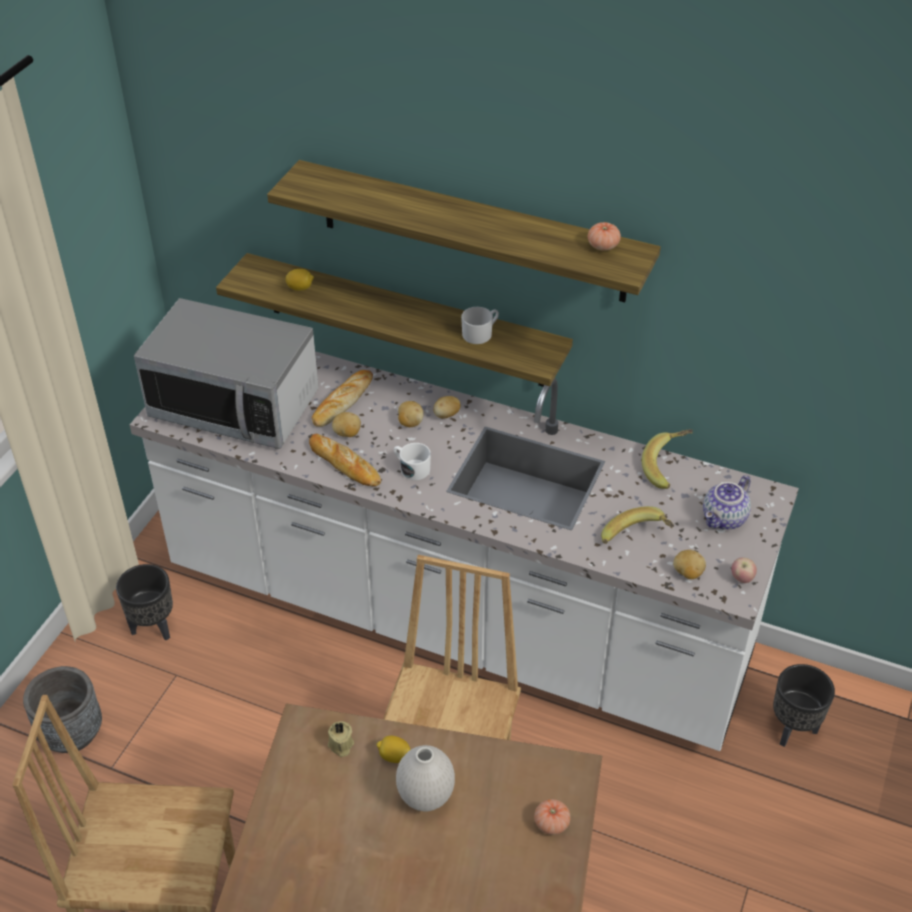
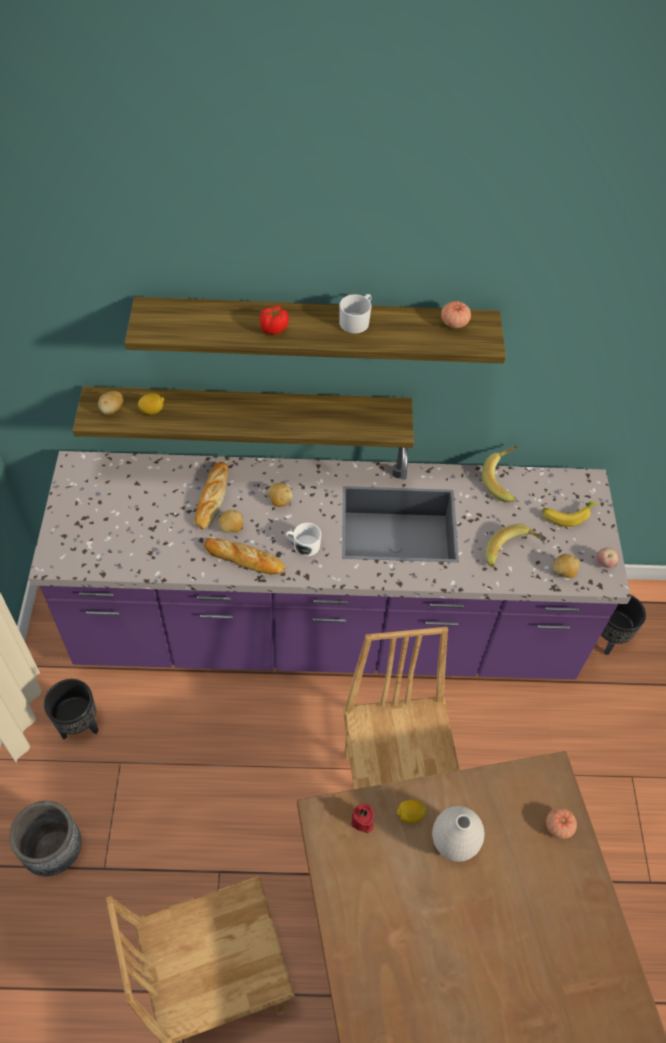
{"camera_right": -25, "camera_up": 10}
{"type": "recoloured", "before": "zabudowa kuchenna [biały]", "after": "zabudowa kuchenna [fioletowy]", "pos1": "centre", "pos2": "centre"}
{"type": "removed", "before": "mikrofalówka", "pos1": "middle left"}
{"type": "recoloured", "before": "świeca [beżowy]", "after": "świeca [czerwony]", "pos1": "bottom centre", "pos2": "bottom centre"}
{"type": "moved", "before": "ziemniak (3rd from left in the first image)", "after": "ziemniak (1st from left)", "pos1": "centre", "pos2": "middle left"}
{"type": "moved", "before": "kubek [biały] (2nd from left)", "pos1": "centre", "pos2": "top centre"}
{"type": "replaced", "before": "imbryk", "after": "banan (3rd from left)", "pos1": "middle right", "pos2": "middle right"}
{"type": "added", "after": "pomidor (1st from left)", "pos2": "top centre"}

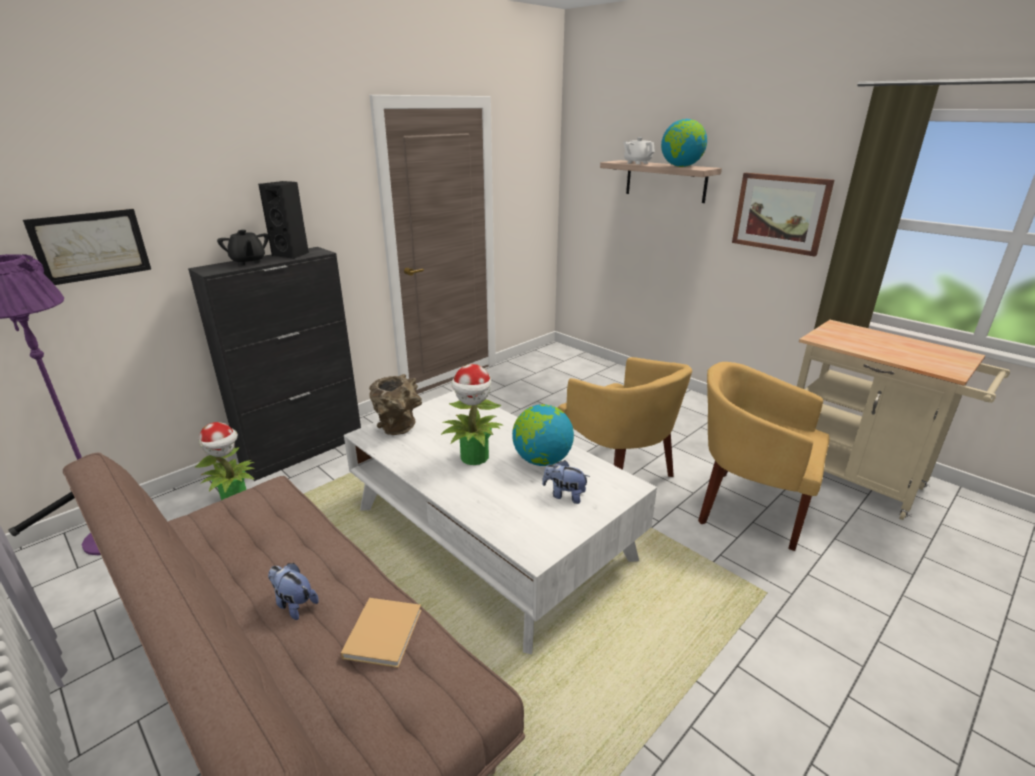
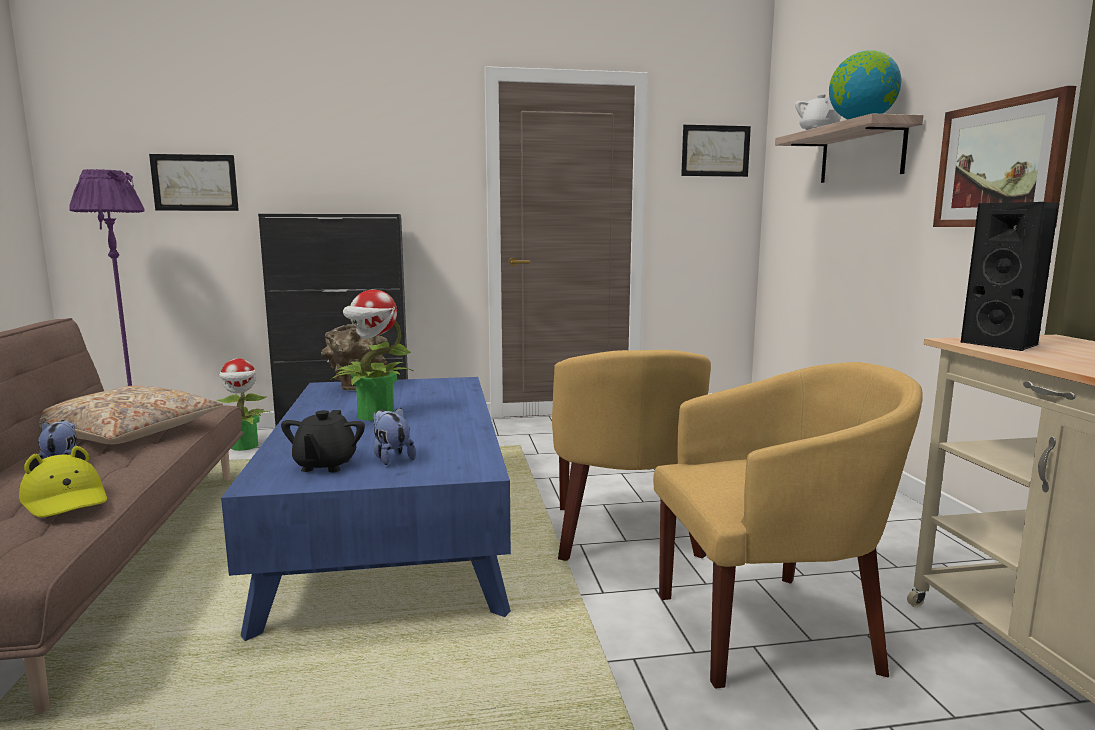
{"camera_right": 35, "camera_up": -15}
{"type": "moved", "before": "imbryk [czarny]", "pos1": "top left", "pos2": "middle left"}
{"type": "moved", "before": "głośnik [czarny]", "pos1": "top left", "pos2": "middle right"}
{"type": "replaced", "before": "książka [beżowy]", "after": "kapelusz [żółty]", "pos1": "bottom centre", "pos2": "middle left"}
{"type": "recoloured", "before": "ława [biały]", "after": "ława [niebieski]", "pos1": "bottom centre", "pos2": "bottom centre"}
{"type": "removed", "before": "globus (1st from left)", "pos1": "centre"}
{"type": "turned", "before": "fotel [żółty] (2nd from left)", "pos1": "middle right", "pos2": "bottom right", "turn": 105}
{"type": "added", "after": "poduszka [beżowy]", "pos2": "middle left"}
{"type": "added", "after": "obraz (2nd from left)", "pos2": "top centre"}

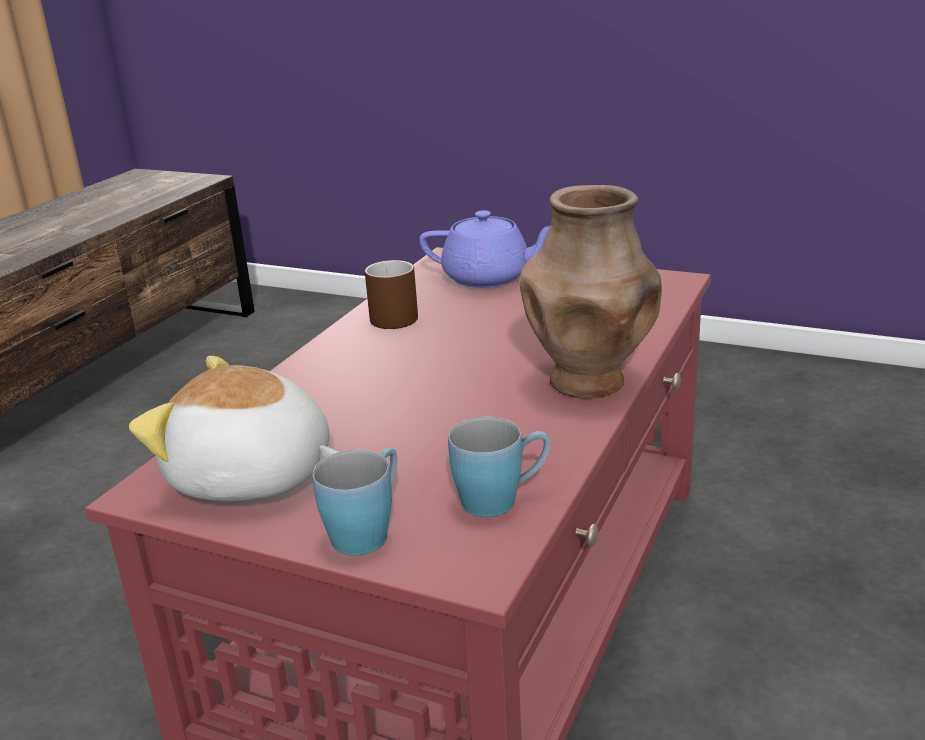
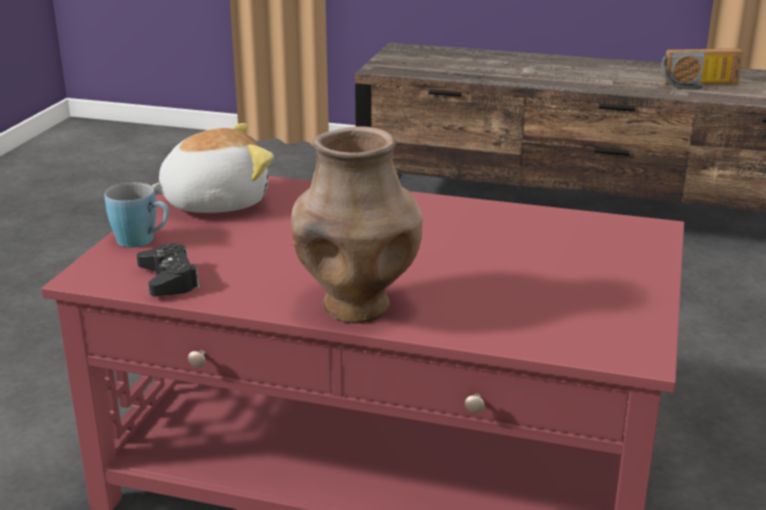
{"camera_right": 80, "camera_up": 0}
{"type": "turned", "before": "pluszak", "pos1": "middle left", "pos2": "top left", "turn": 60}
{"type": "removed", "before": "kubek [brązowy]", "pos1": "centre"}
{"type": "removed", "before": "imbryk [fioletowy]", "pos1": "centre"}
{"type": "replaced", "before": "kubek [niebieski] (2nd from left)", "after": "pad do gier [czarny]", "pos1": "centre", "pos2": "middle left"}
{"type": "added", "after": "radio", "pos2": "top right"}

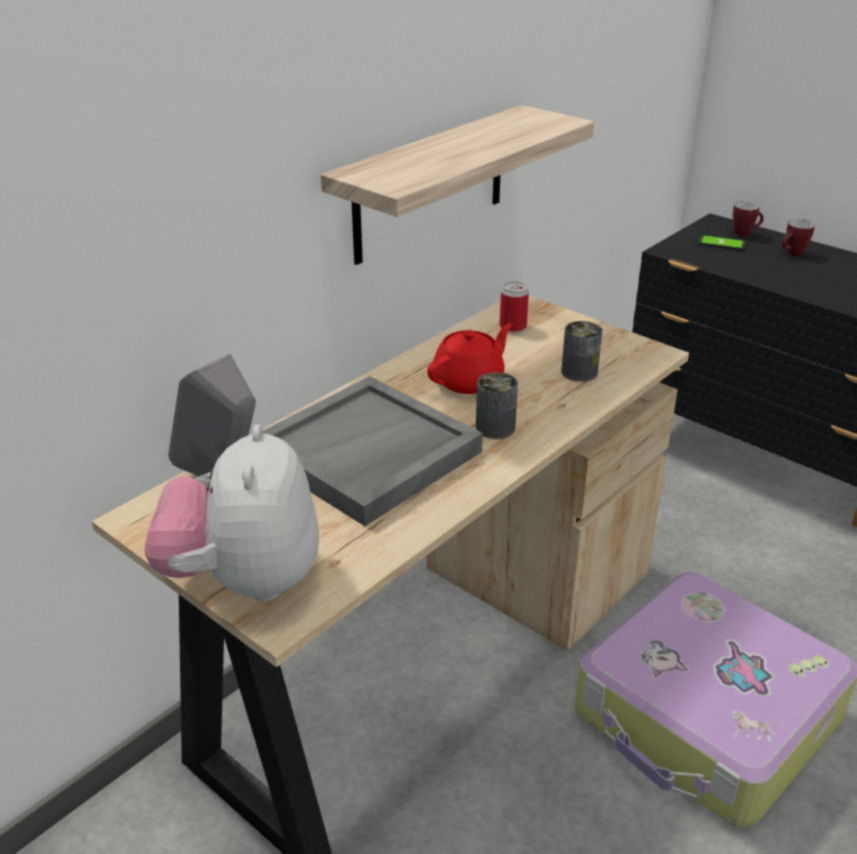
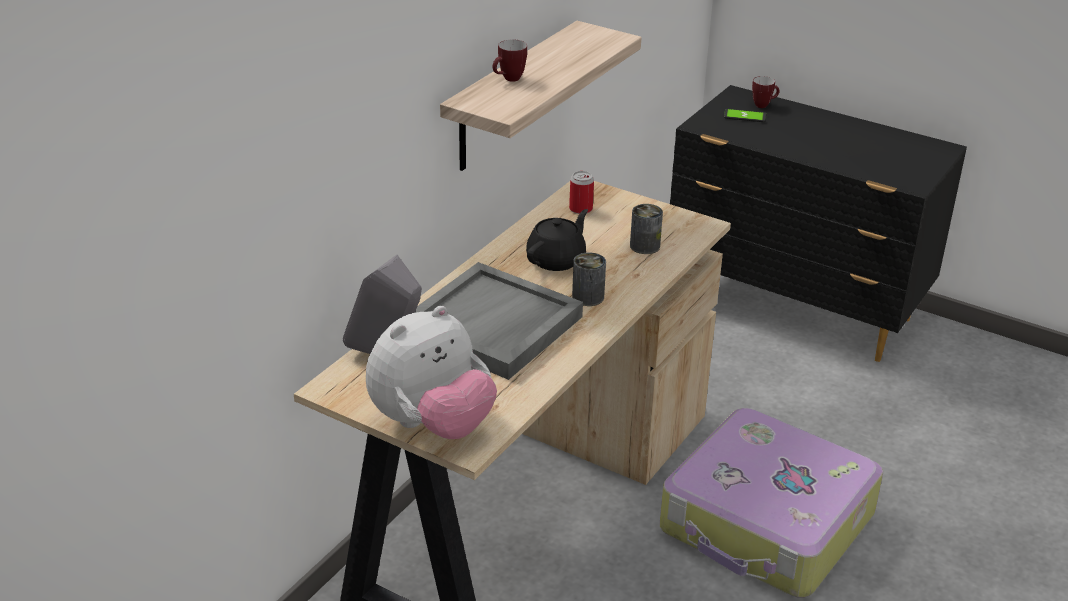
{"camera_right": -10, "camera_up": 0}
{"type": "turned", "before": "pluszak", "pos1": "middle left", "pos2": "centre", "turn": -120}
{"type": "recoloured", "before": "imbryk [czerwony]", "after": "imbryk [czarny]", "pos1": "centre", "pos2": "centre"}
{"type": "moved", "before": "kubek (2nd from left in the first image)", "after": "kubek (1st from left)", "pos1": "top right", "pos2": "top centre"}

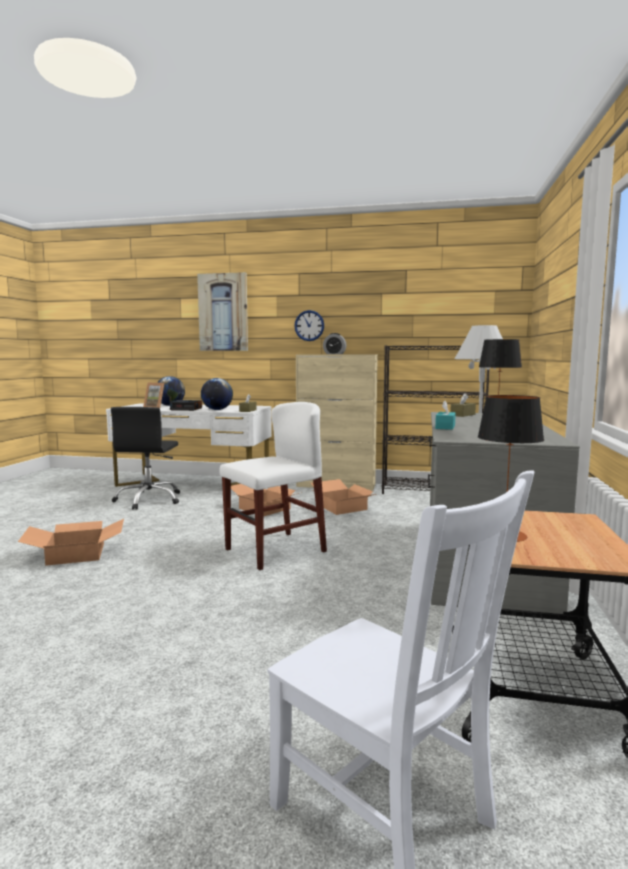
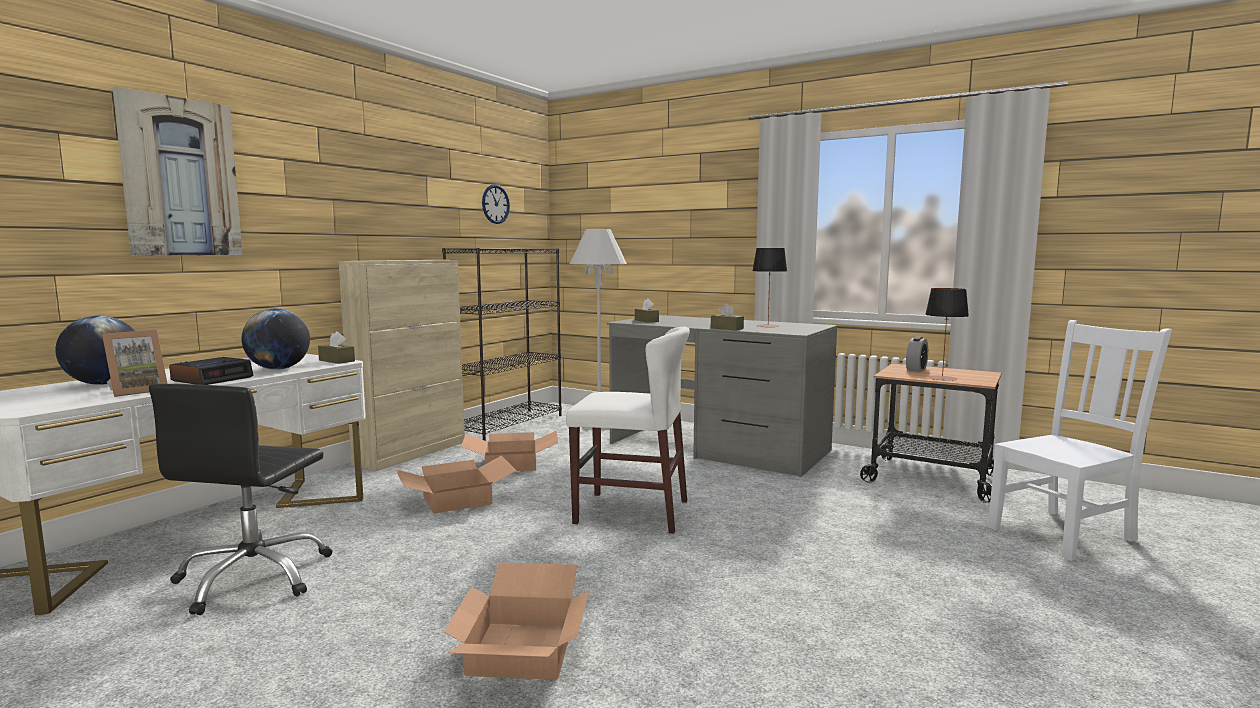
{"camera_right": -70, "camera_up": 0}
{"type": "turned", "before": "krzesło biurowe [czarny]", "pos1": "middle left", "pos2": "bottom left", "turn": 75}
{"type": "turned", "before": "krzesło [biały] (1st from left)", "pos1": "centre", "pos2": "centre", "turn": 120}
{"type": "moved", "before": "zegar ścienny", "pos1": "centre", "pos2": "top centre"}
{"type": "moved", "before": "budzik (2nd from left)", "pos1": "centre", "pos2": "middle right"}
{"type": "recoloured", "before": "pudełko chusteczek [turkusowy]", "after": "pudełko chusteczek [brązowy] (3rd from left)", "pos1": "middle right", "pos2": "centre"}

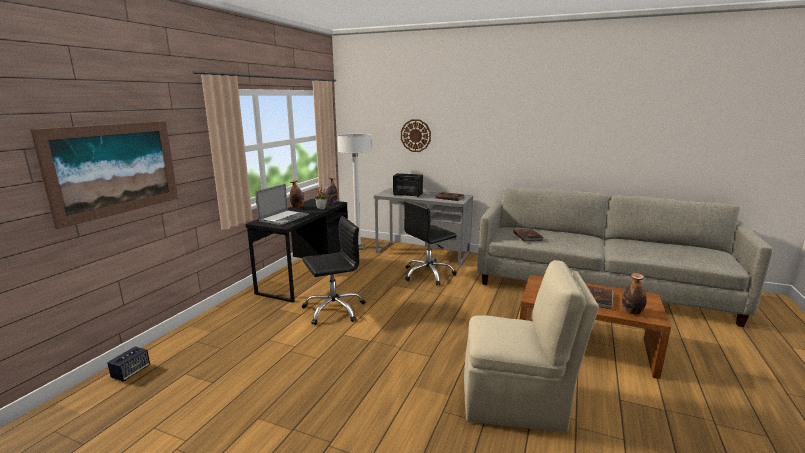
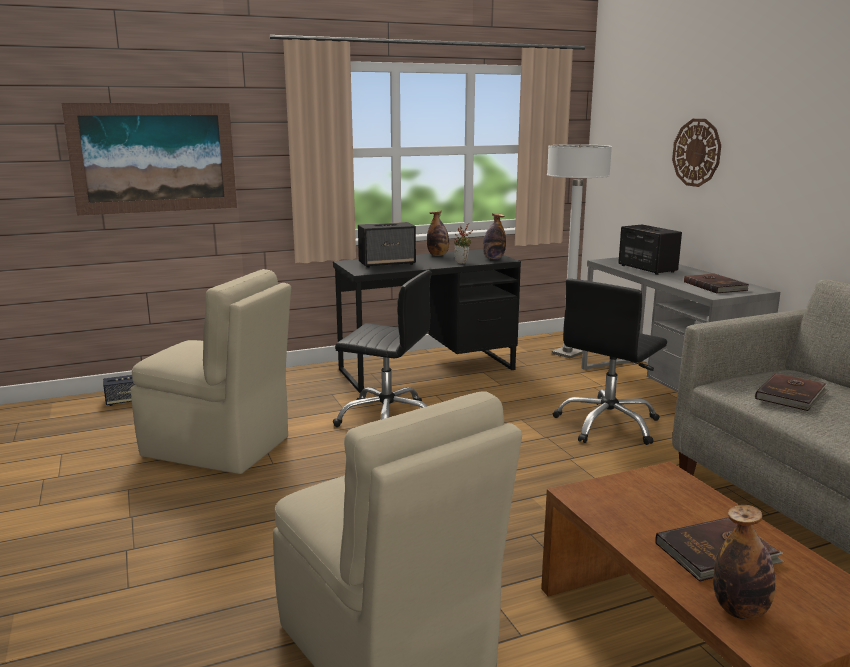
{"camera_right": 45, "camera_up": 0}
{"type": "replaced", "before": "laptop", "after": "głośnik (2nd from left)", "pos1": "centre", "pos2": "centre"}
{"type": "turned", "before": "krzesło biurowe [czarny] (2nd from left)", "pos1": "centre", "pos2": "middle right", "turn": -60}
{"type": "added", "after": "krzesło [beżowy] (1st from left)", "pos2": "middle left"}

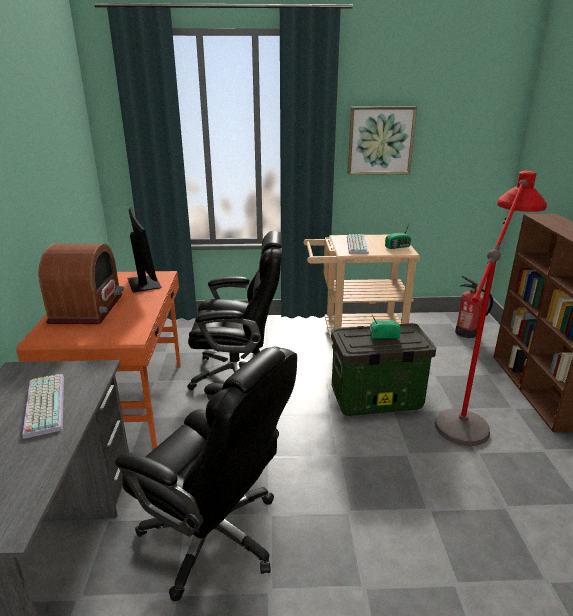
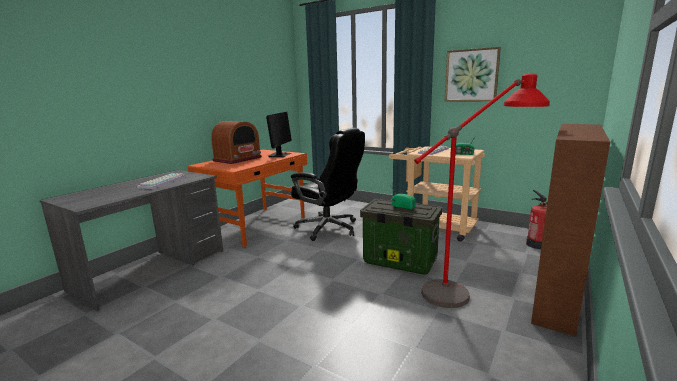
{"camera_right": 35, "camera_up": -10}
{"type": "removed", "before": "krzesło biurowe [czarny] (1st from left)", "pos1": "bottom centre"}

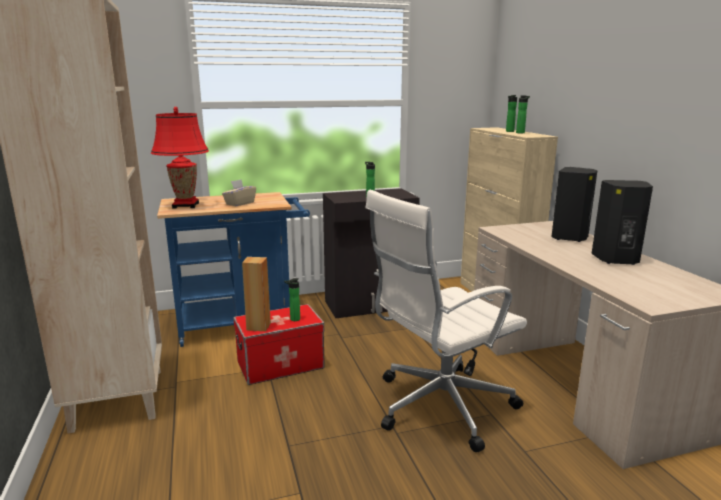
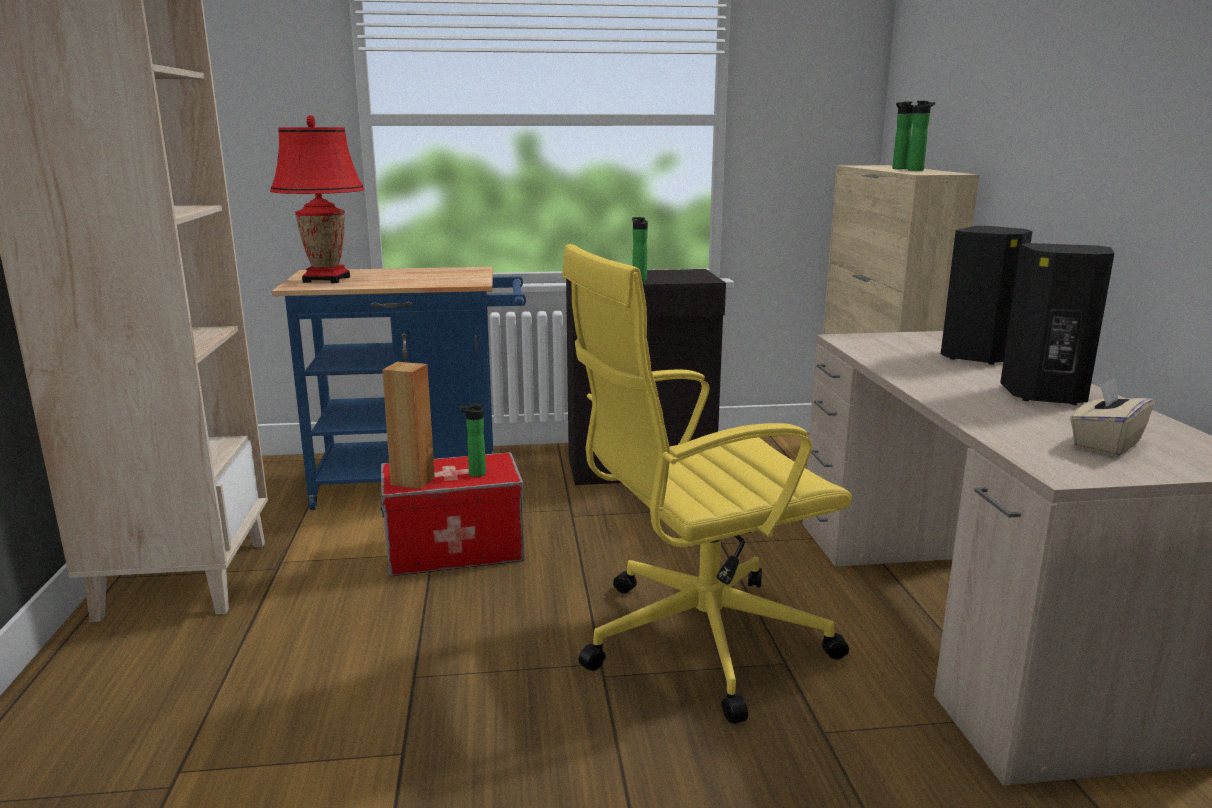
{"camera_right": 10, "camera_up": 0}
{"type": "moved", "before": "pudełko chusteczek [beżowy]", "pos1": "middle left", "pos2": "middle right"}
{"type": "recoloured", "before": "krzesło biurowe [biały]", "after": "krzesło biurowe [żółty]", "pos1": "centre", "pos2": "centre"}

